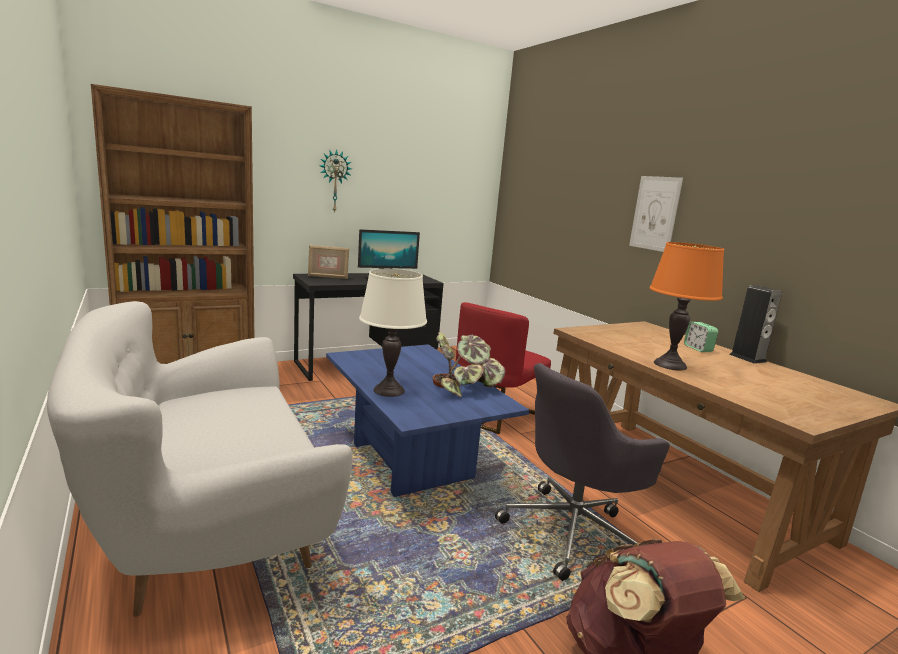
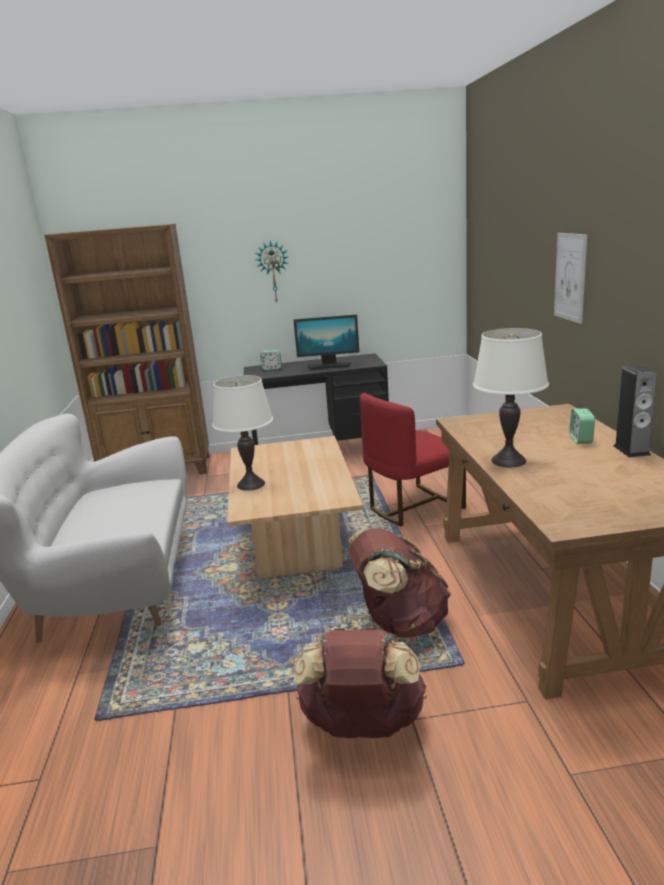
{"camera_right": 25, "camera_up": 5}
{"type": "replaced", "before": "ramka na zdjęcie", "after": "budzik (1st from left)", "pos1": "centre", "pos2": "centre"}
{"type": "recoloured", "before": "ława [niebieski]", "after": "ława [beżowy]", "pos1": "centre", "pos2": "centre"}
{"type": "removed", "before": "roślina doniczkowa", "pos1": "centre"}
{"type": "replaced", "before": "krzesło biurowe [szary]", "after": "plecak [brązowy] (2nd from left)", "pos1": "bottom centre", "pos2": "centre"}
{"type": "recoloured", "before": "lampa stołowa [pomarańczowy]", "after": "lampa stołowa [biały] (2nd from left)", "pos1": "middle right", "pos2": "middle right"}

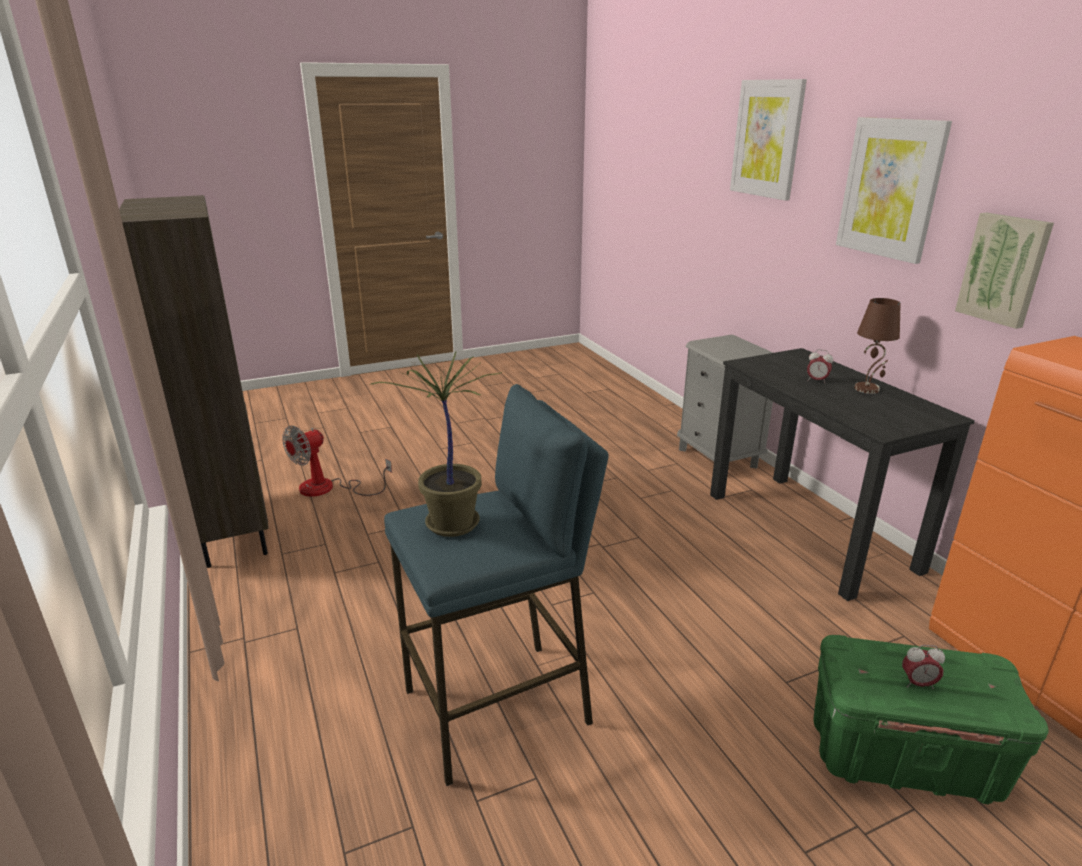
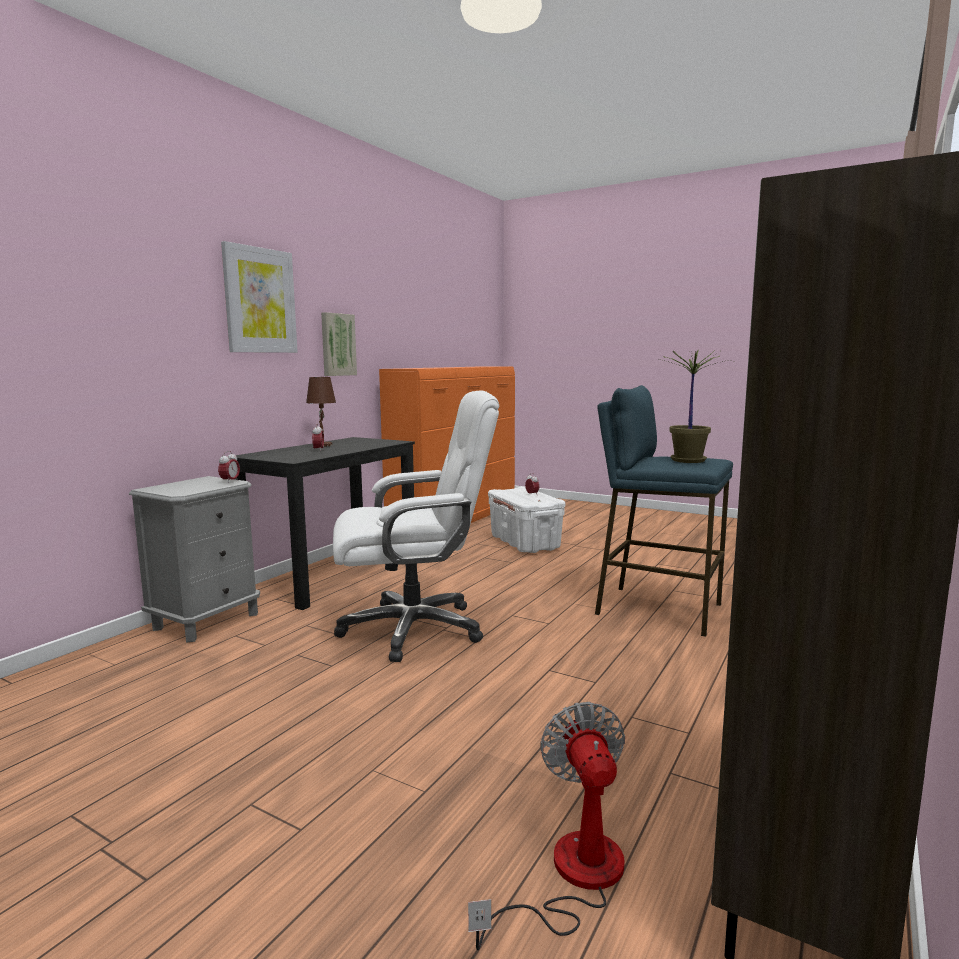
{"camera_right": -125, "camera_up": -15}
{"type": "turned", "before": "wentylator", "pos1": "middle left", "pos2": "bottom centre", "turn": -105}
{"type": "removed", "before": "obraz (1st from left)", "pos1": "top right"}
{"type": "recoloured", "before": "pojemnik do przechowywania [zielony]", "after": "pojemnik do przechowywania [biały]", "pos1": "bottom right", "pos2": "centre"}
{"type": "added", "after": "budzik (1st from left)", "pos2": "middle left"}
{"type": "added", "after": "krzesło biurowe [biały]", "pos2": "centre"}

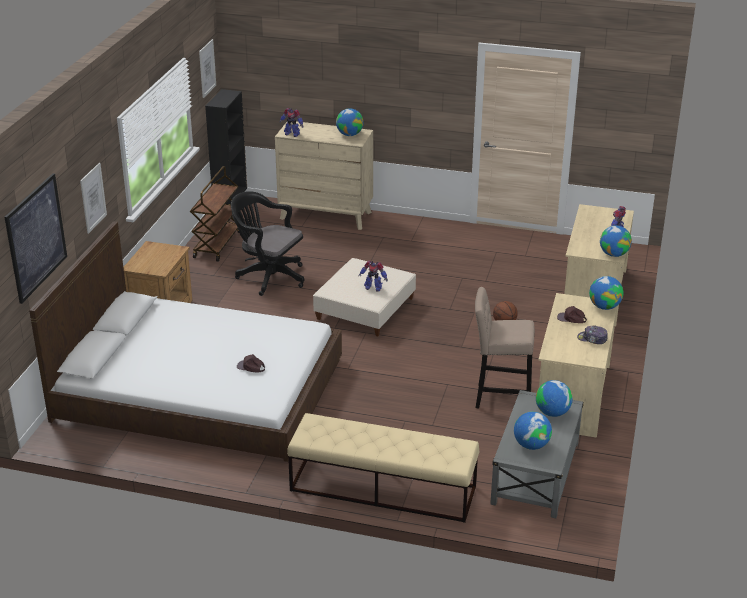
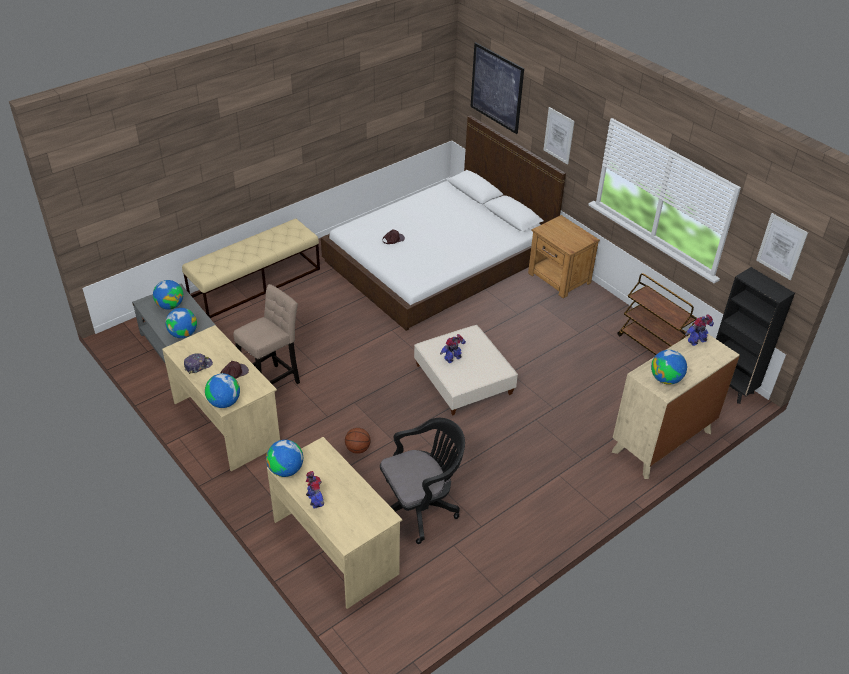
{"camera_right": 125, "camera_up": 10}
{"type": "moved", "before": "krzesło biurowe [czarny]", "pos1": "centre", "pos2": "bottom centre"}

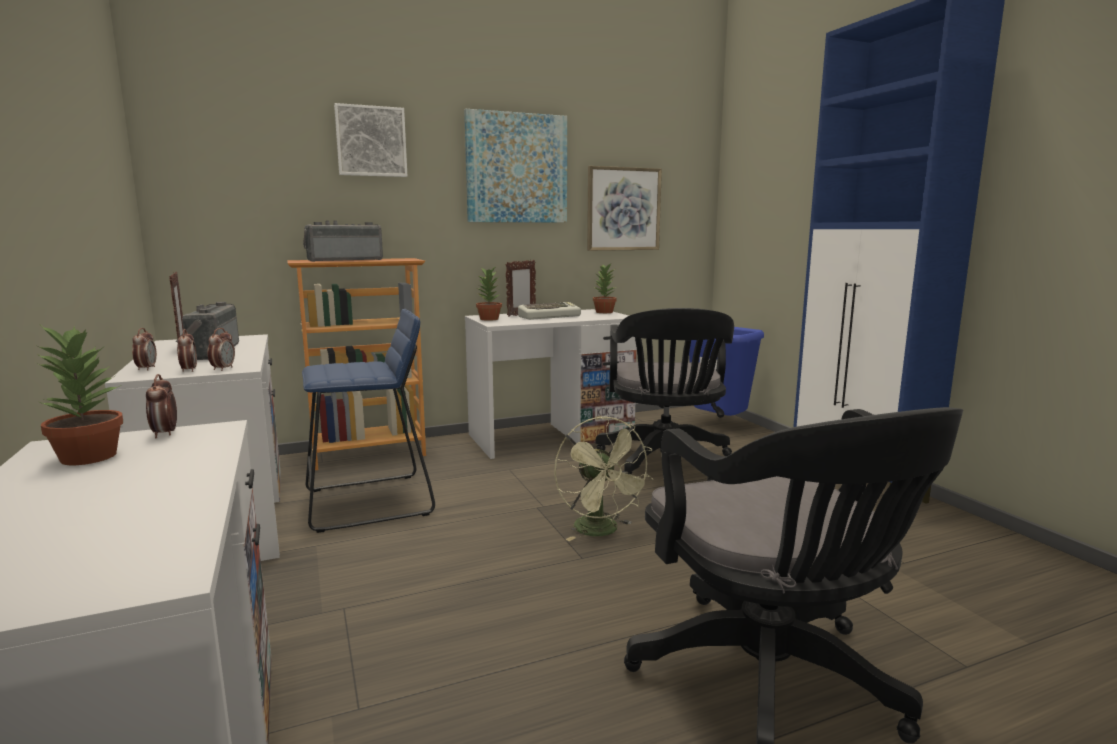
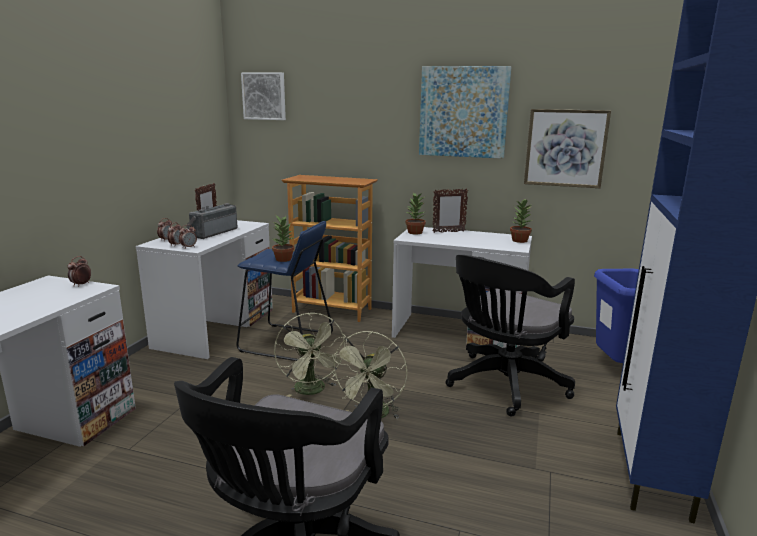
{"camera_right": 40, "camera_up": 5}
{"type": "moved", "before": "roślina doniczkowa (1st from left)", "pos1": "middle left", "pos2": "centre"}
{"type": "removed", "before": "radio (2nd from left)", "pos1": "top left"}
{"type": "moved", "before": "obraz (1st from left)", "pos1": "top left", "pos2": "top centre"}
{"type": "removed", "before": "klawiatura", "pos1": "centre"}
{"type": "added", "after": "wentylator [zielony] (1st from left)", "pos2": "centre"}

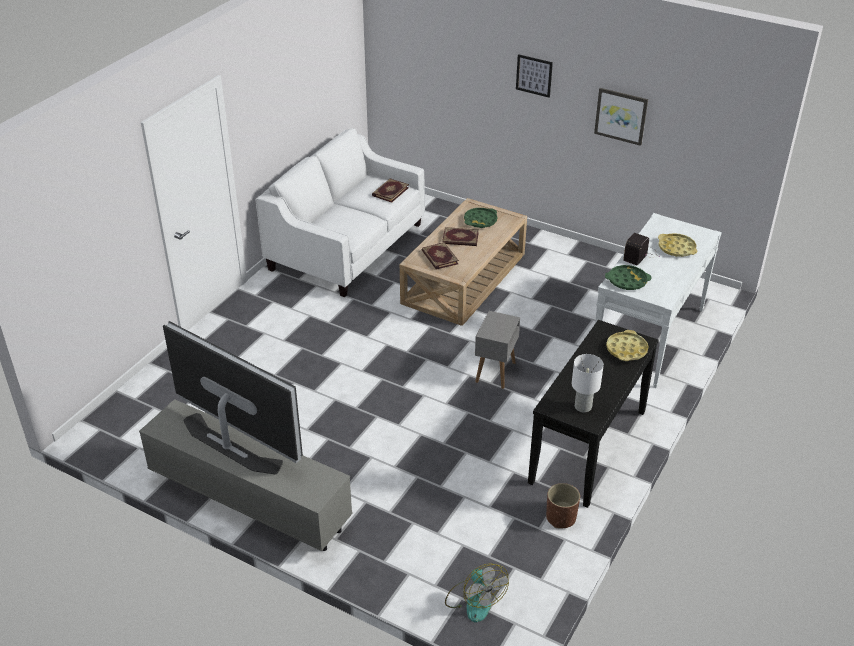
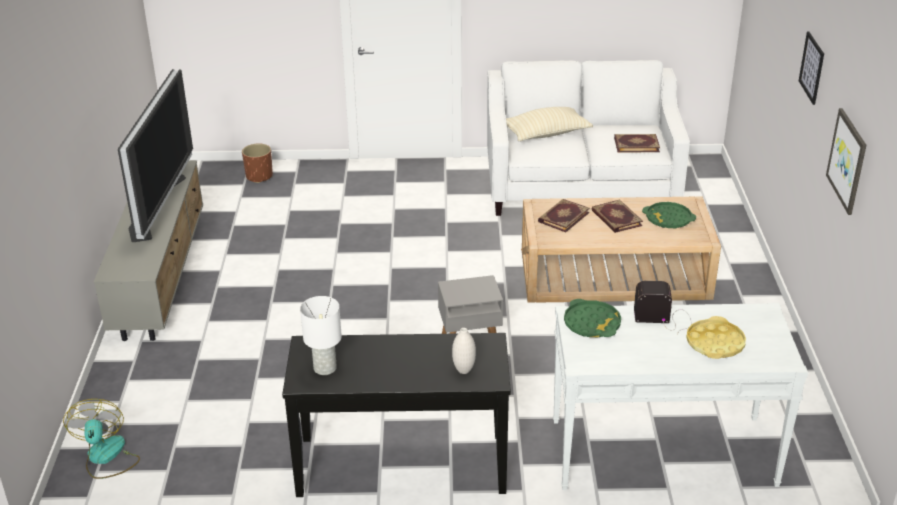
{"camera_right": 60, "camera_up": -5}
{"type": "turned", "before": "wentylator", "pos1": "bottom centre", "pos2": "bottom left", "turn": 135}
{"type": "moved", "before": "donica [brązowy]", "pos1": "bottom centre", "pos2": "top left"}
{"type": "replaced", "before": "taca [żółty] (1st from left)", "after": "wazon [biały]", "pos1": "middle right", "pos2": "bottom centre"}
{"type": "added", "after": "poduszka [beżowy]", "pos2": "top centre"}

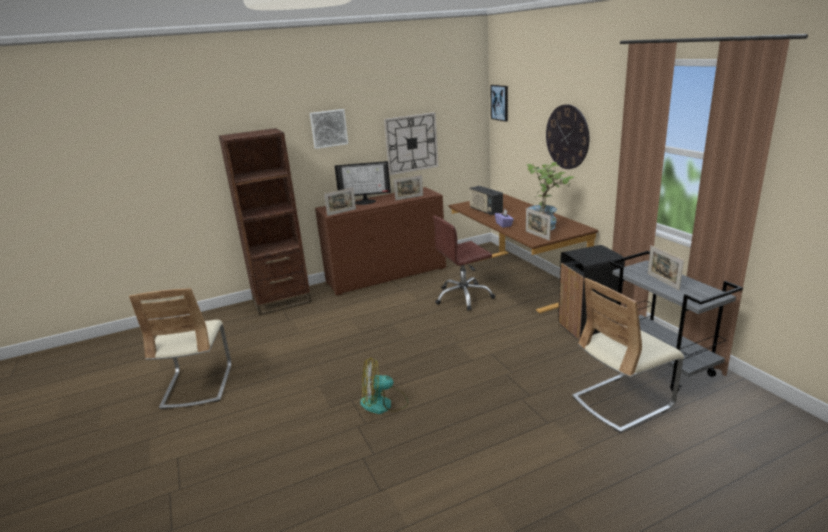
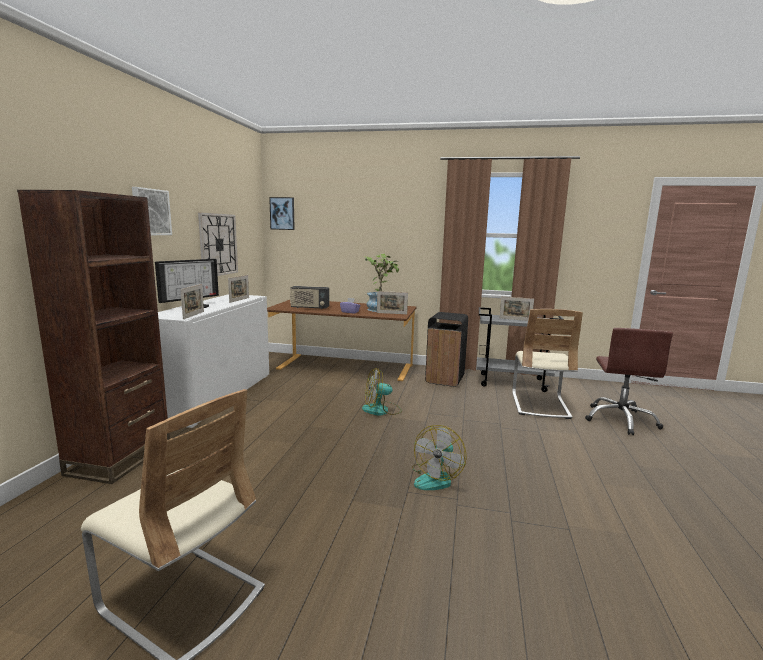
{"camera_right": -55, "camera_up": -10}
{"type": "recoloured", "before": "szafka [brązowy]", "after": "szafka [biały]", "pos1": "centre", "pos2": "middle left"}
{"type": "moved", "before": "krzesło biurowe [brązowy]", "pos1": "centre", "pos2": "middle right"}
{"type": "removed", "before": "zegar ścienny (2nd from left)", "pos1": "top right"}
{"type": "added", "after": "wentylator (1st from left)", "pos2": "centre"}

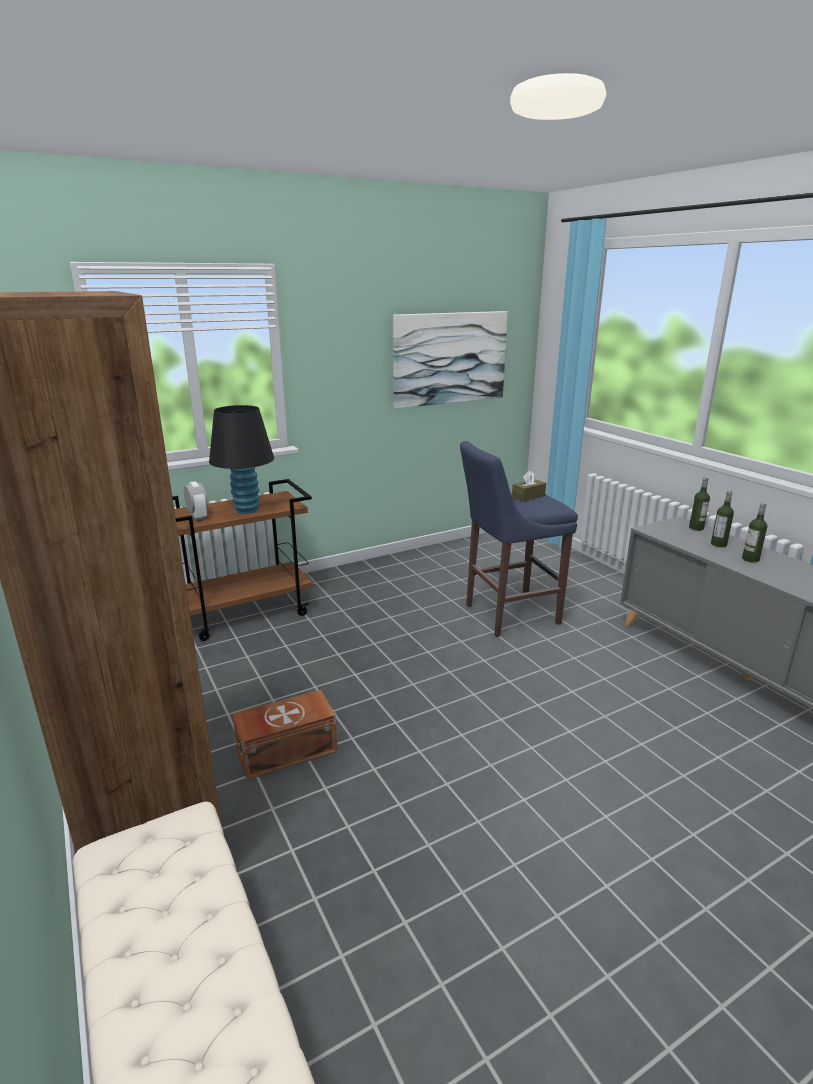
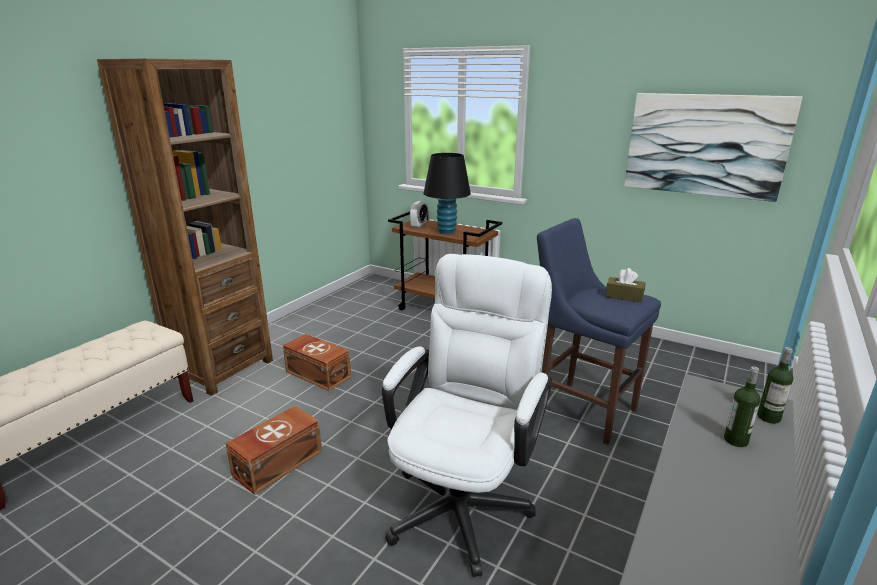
{"camera_right": 60, "camera_up": 0}
{"type": "removed", "before": "butelka (3rd from left)", "pos1": "middle right"}
{"type": "added", "after": "pojemnik do przechowywania [brązowy] (1st from left)", "pos2": "bottom left"}
{"type": "added", "after": "krzesło biurowe [biały]", "pos2": "bottom centre"}

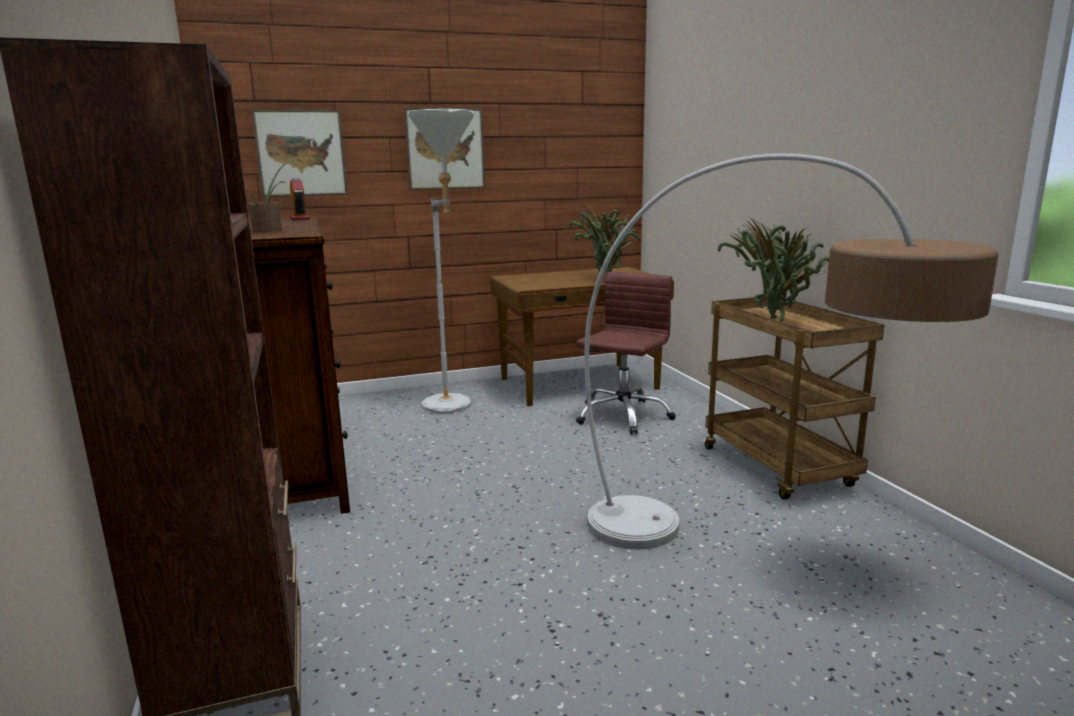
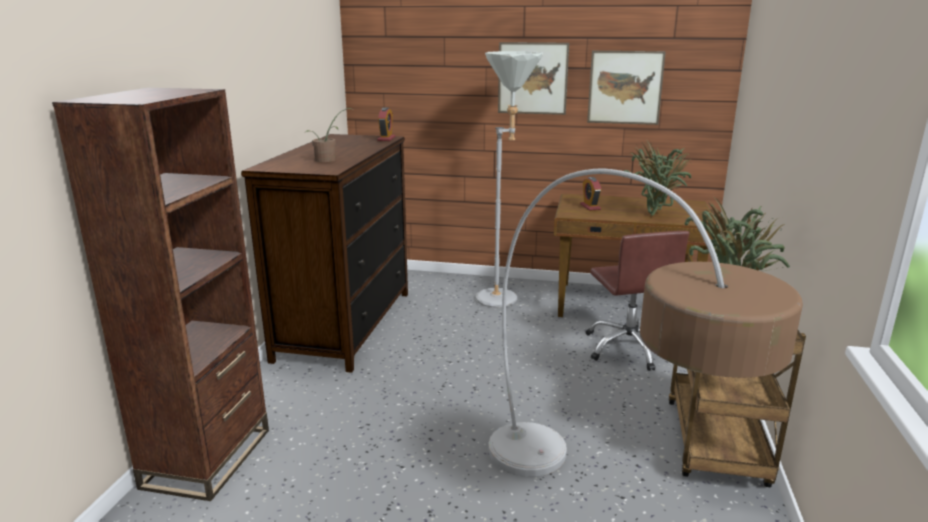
{"camera_right": 30, "camera_up": 5}
{"type": "moved", "before": "obraz (1st from left in the first image)", "after": "obraz (2nd from left)", "pos1": "top left", "pos2": "top right"}
{"type": "turned", "before": "krzesło biurowe [brązowy]", "pos1": "centre", "pos2": "middle right", "turn": 105}
{"type": "added", "after": "budzik (2nd from left)", "pos2": "centre"}

